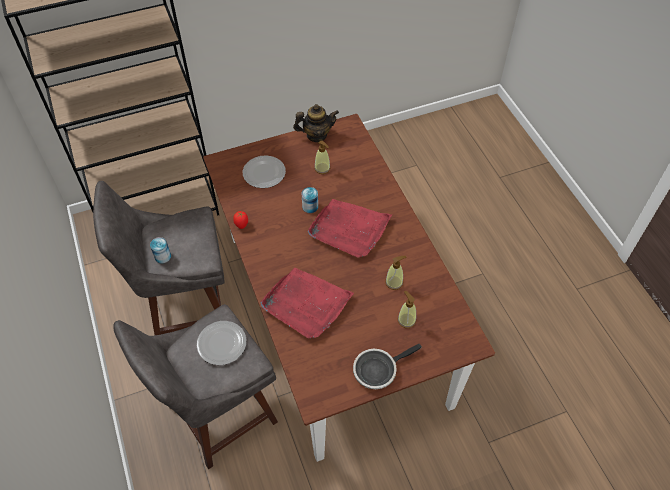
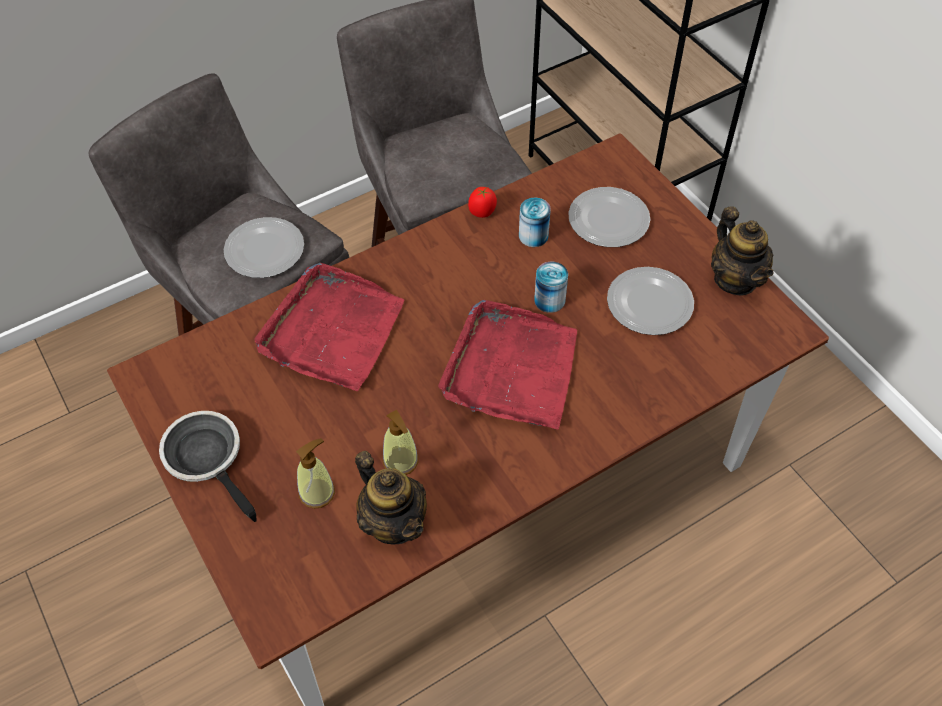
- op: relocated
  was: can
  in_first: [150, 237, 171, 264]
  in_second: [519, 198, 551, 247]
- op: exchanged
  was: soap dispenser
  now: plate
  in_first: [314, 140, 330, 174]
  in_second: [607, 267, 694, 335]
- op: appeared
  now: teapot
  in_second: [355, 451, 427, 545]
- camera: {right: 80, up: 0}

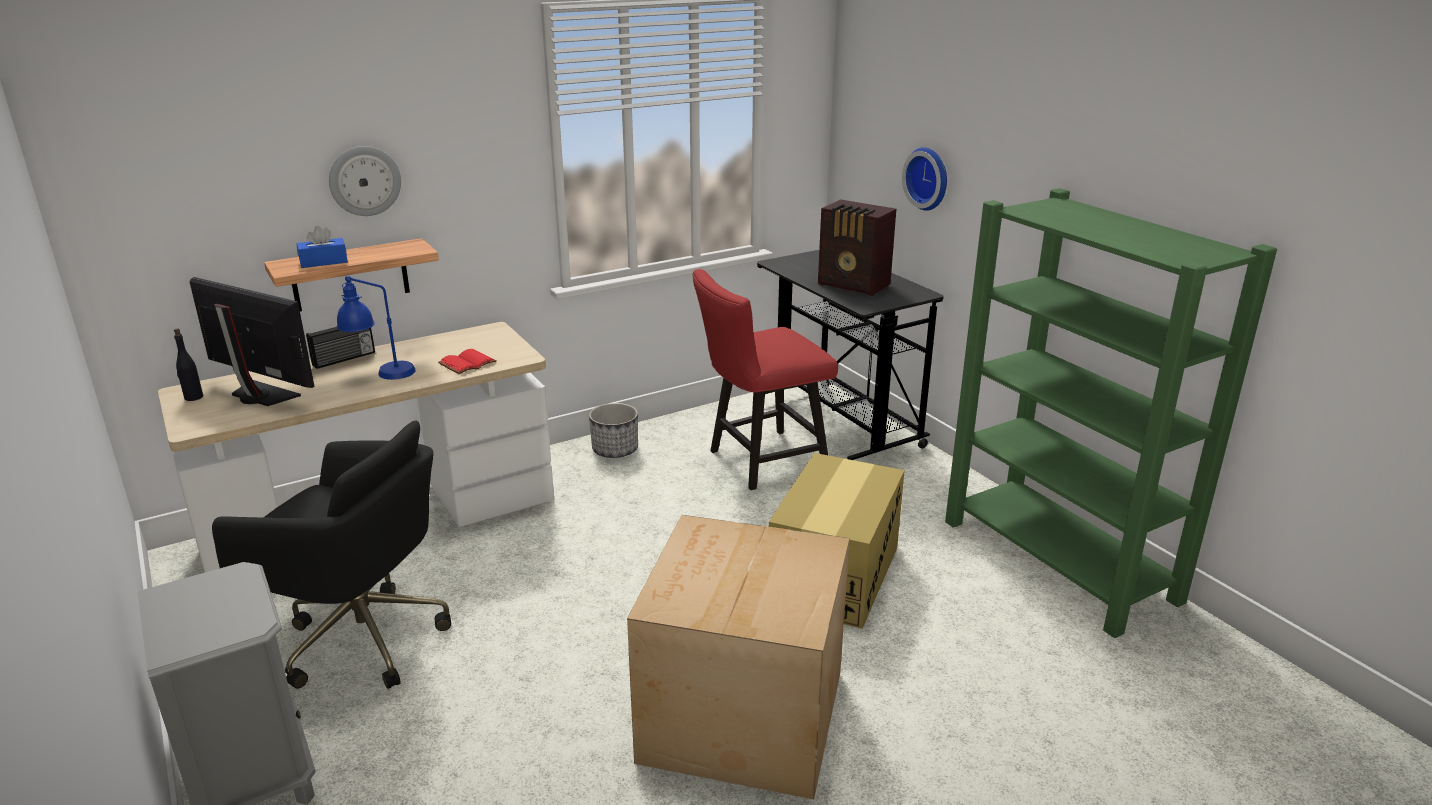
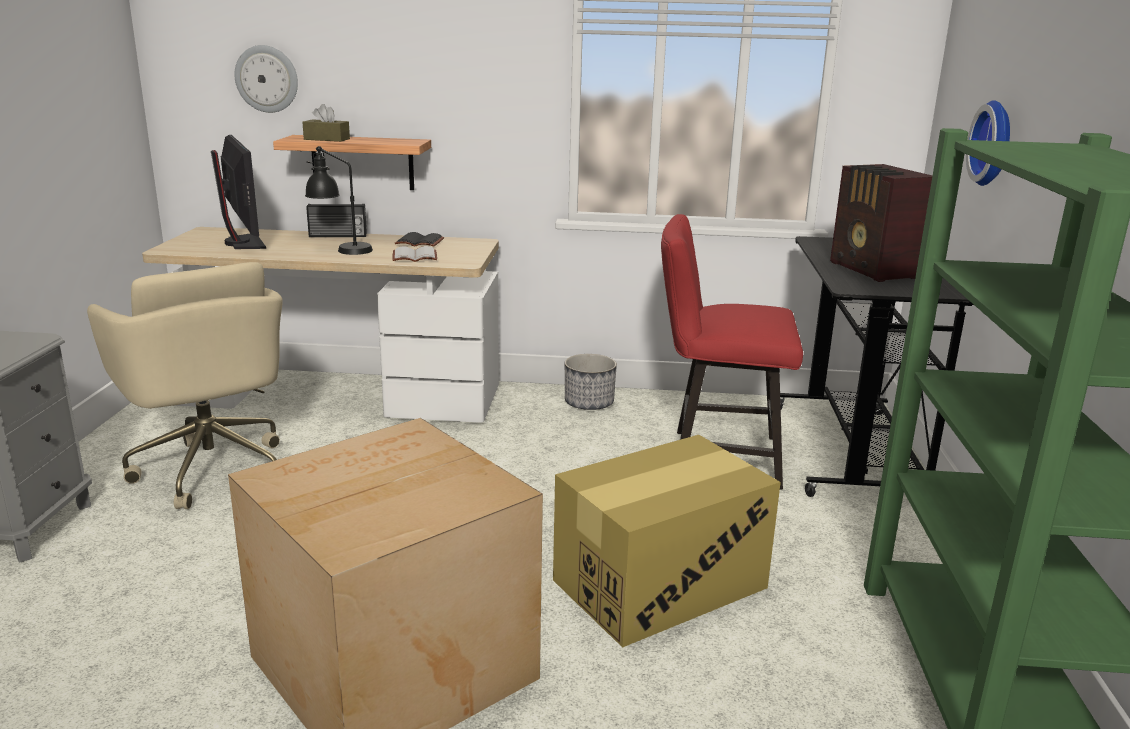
- op: missing
  was: black bottle
  in_first: [174, 328, 203, 401]
- op: colour
  was: black office chair
  now: beige office chair
  in_first: [212, 421, 451, 689]
  in_second: [87, 262, 283, 509]
- op: colour
  was: blue tissue box
  now: brown tissue box
  in_first: [297, 226, 348, 268]
  in_second: [302, 104, 350, 142]
- op: relocated
  was: wall clock
  in_first: [329, 146, 401, 216]
  in_second: [234, 45, 298, 113]
- op: colour
  was: blue table lamp
  now: black table lamp
  in_first: [337, 276, 416, 380]
  in_second: [305, 146, 373, 255]
- op: colour
  was: red book
  now: white book
  in_first: [438, 349, 497, 374]
  in_second: [393, 246, 437, 262]
- op: appeared
  now: black book
  in_second: [395, 232, 444, 247]
- camera: {right: 35, up: -5}

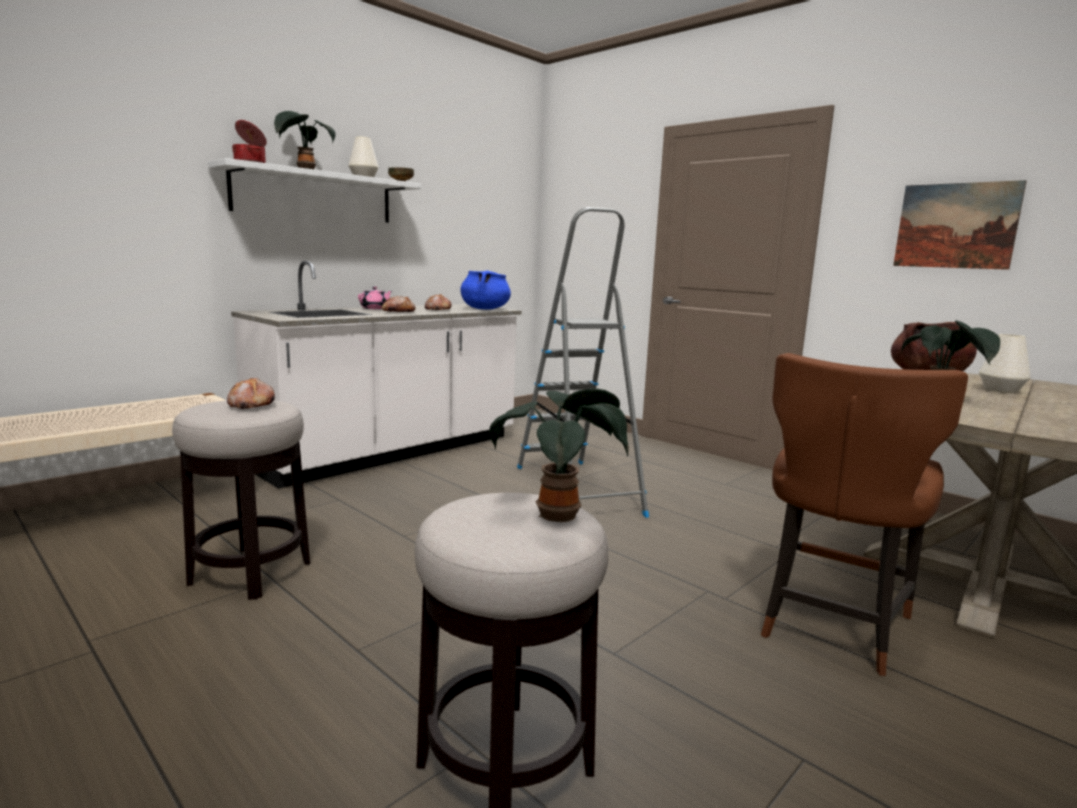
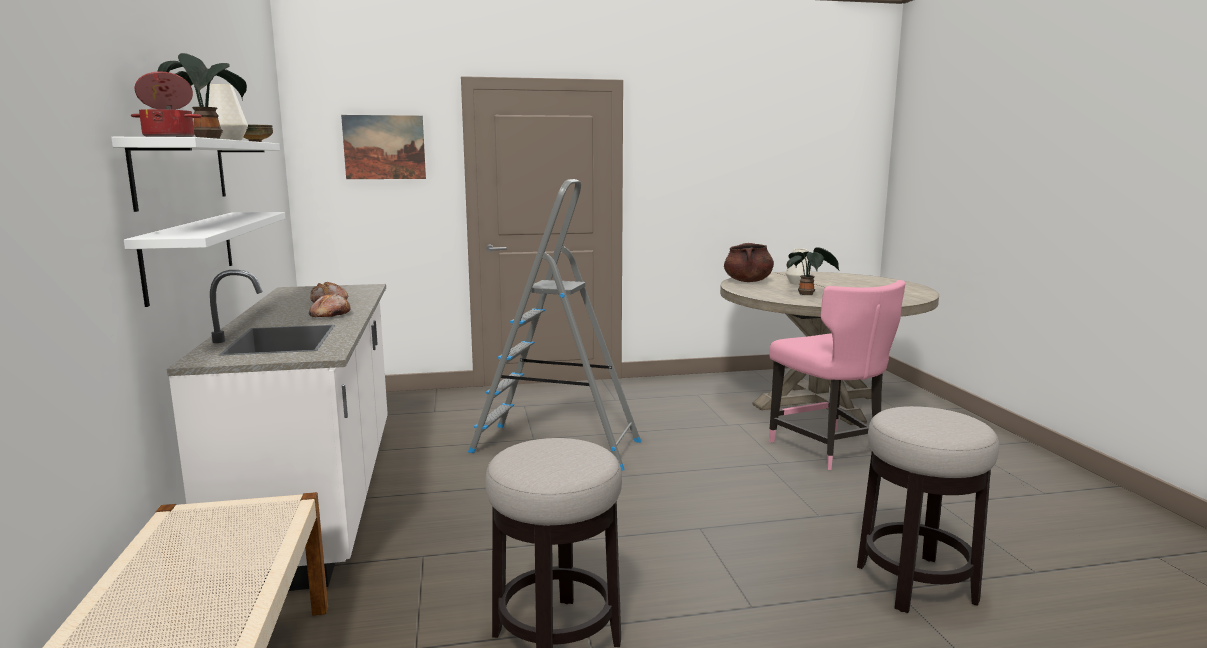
- op: missing
  was: bread
  in_first: [227, 378, 275, 409]
- op: missing
  was: pink teapot
  in_first: [358, 286, 392, 309]
- op: missing
  was: blue cooking pot
  in_first: [460, 270, 511, 310]
- op: missing
  was: potted plant
  in_first: [489, 389, 629, 522]
- op: colour
  was: brown chair
  now: pink chair
  in_first: [761, 353, 968, 676]
  in_second: [769, 280, 905, 470]
- op: relocated
  was: picture
  in_first: [893, 180, 1027, 270]
  in_second: [341, 115, 426, 179]
- op: appeared
  now: white shelf
  in_second: [124, 212, 286, 307]
- camera: {right: -55, up: 0}

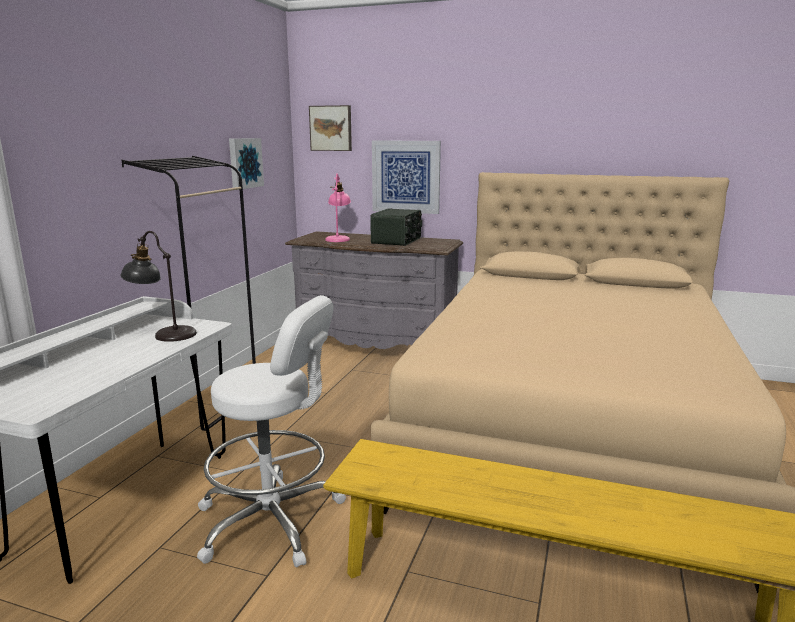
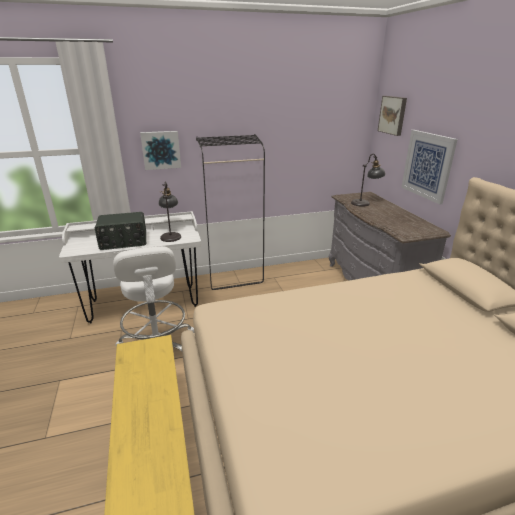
- op: relocated
  was: picture
  in_first: [229, 138, 264, 190]
  in_second: [140, 131, 181, 170]
- op: colour
  was: pink table lamp
  now: grey table lamp
  in_first: [325, 173, 351, 242]
  in_second: [351, 154, 385, 207]
- op: relocated
  was: radio
  in_first: [370, 208, 422, 246]
  in_second: [95, 212, 146, 250]
- camera: {right: 55, up: 10}

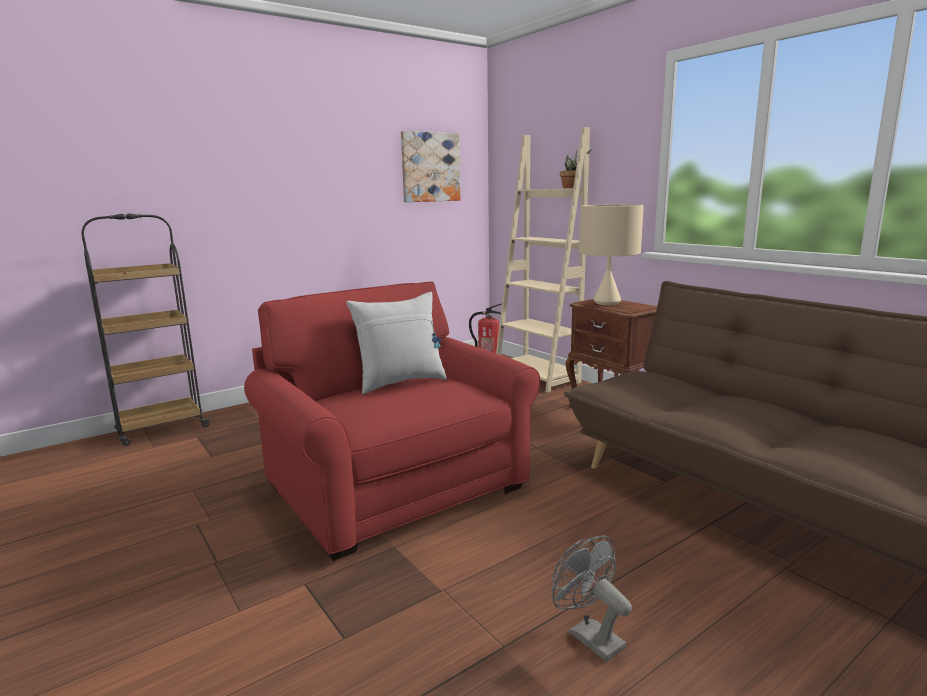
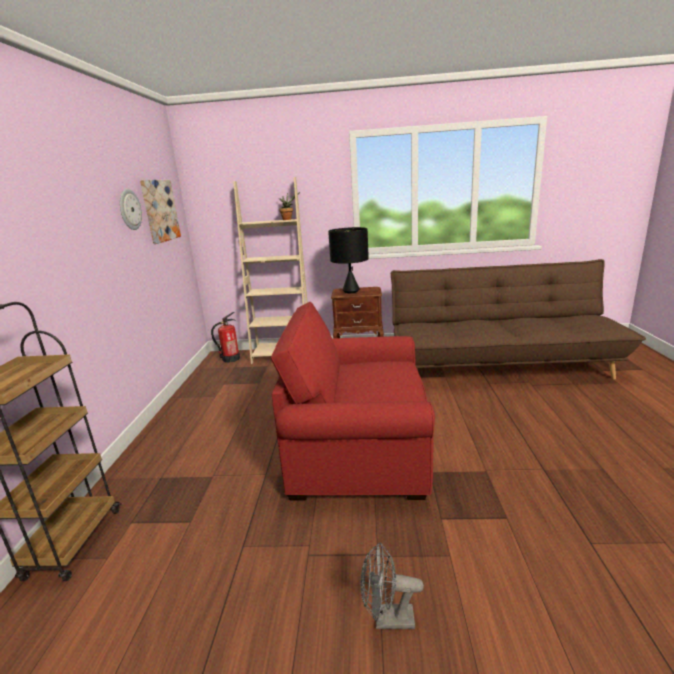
- op: missing
  was: grey pillow
  in_first: [346, 292, 447, 394]
- op: relocated
  was: grey fan
  in_first: [552, 535, 632, 662]
  in_second: [361, 542, 424, 629]
- op: colour
  was: beige table lamp
  now: black table lamp
  in_first: [579, 204, 644, 305]
  in_second: [328, 227, 369, 293]
- op: appeared
  now: wall clock
  in_second: [120, 189, 142, 230]
- camera: {right: -50, up: 5}

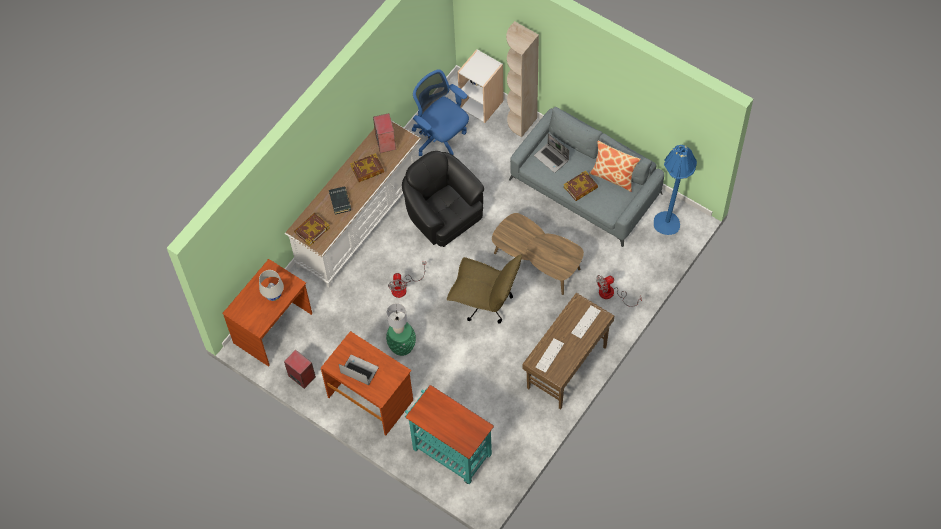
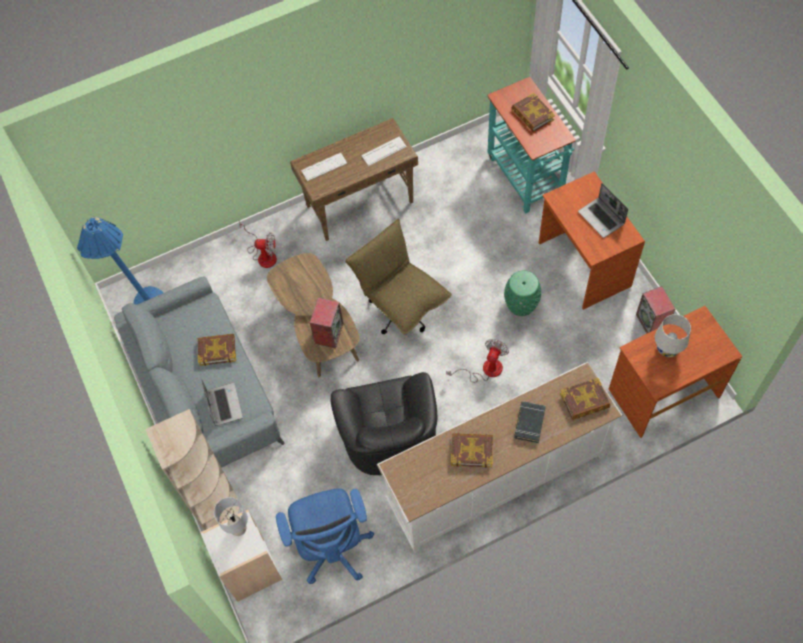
- op: relocated
  was: speaker
  in_first: [373, 113, 396, 153]
  in_second: [310, 298, 343, 348]
- op: relocated
  was: grey table lamp
  in_first: [387, 303, 407, 334]
  in_second: [214, 497, 248, 536]
- op: missing
  was: pillow
  in_first: [589, 141, 641, 192]
- op: appeared
  now: book
  in_second: [512, 93, 555, 132]
- camera: {right: -150, up: 0}

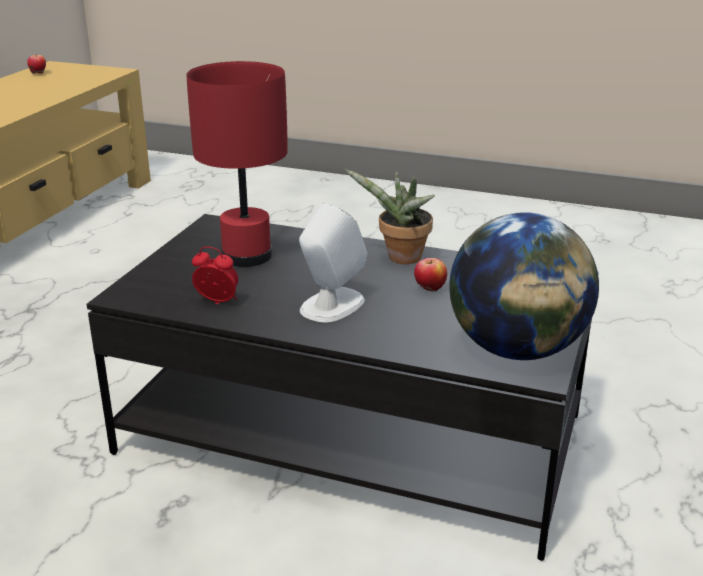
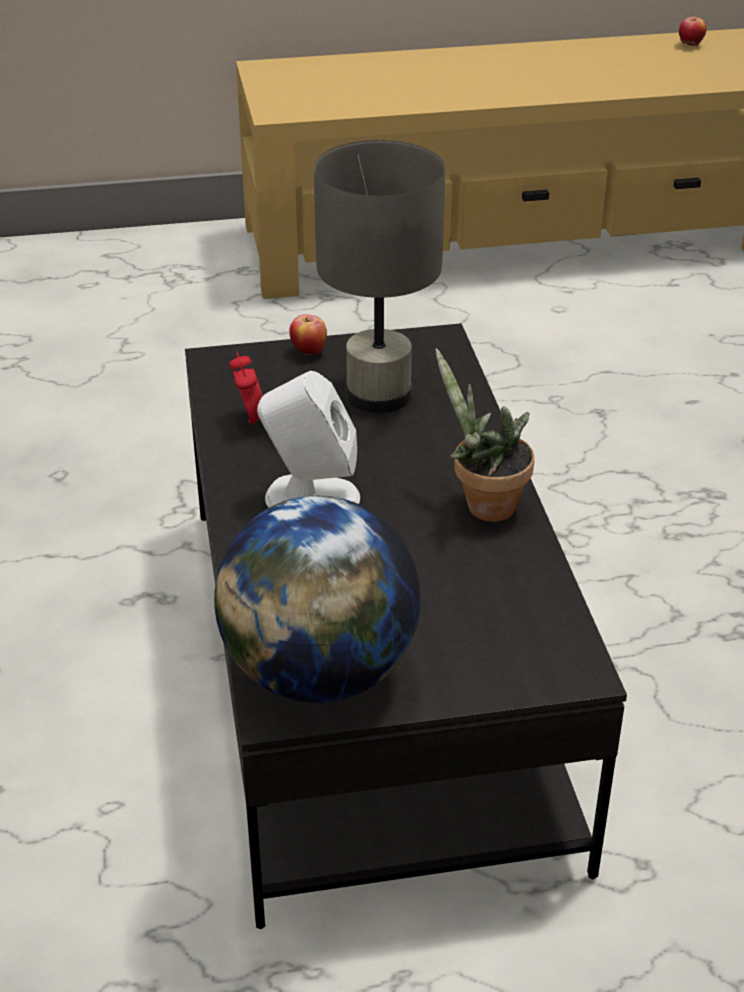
- op: colour
  was: red table lamp
  now: grey table lamp
  in_first: [187, 61, 288, 267]
  in_second: [314, 140, 445, 413]
- op: relocated
  was: apple
  in_first: [414, 258, 447, 291]
  in_second: [289, 314, 327, 356]
- camera: {right: 60, up: 10}

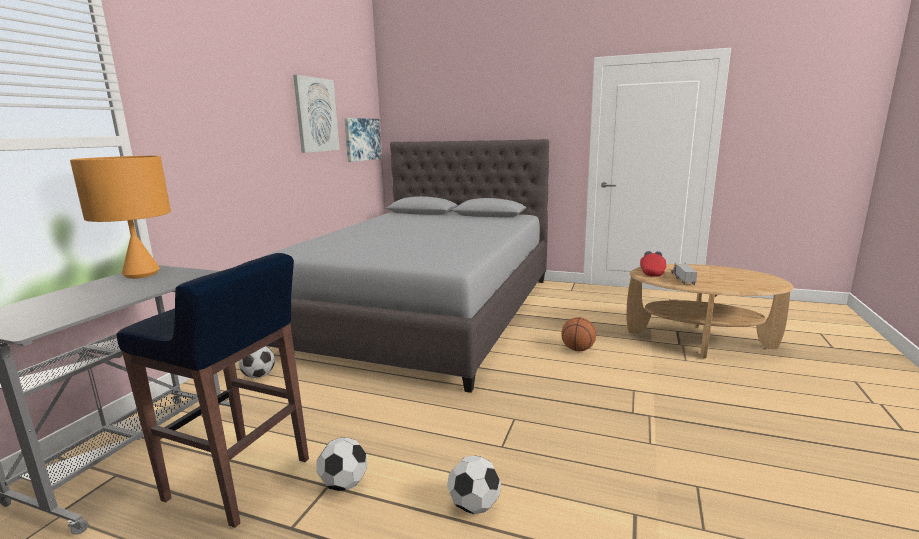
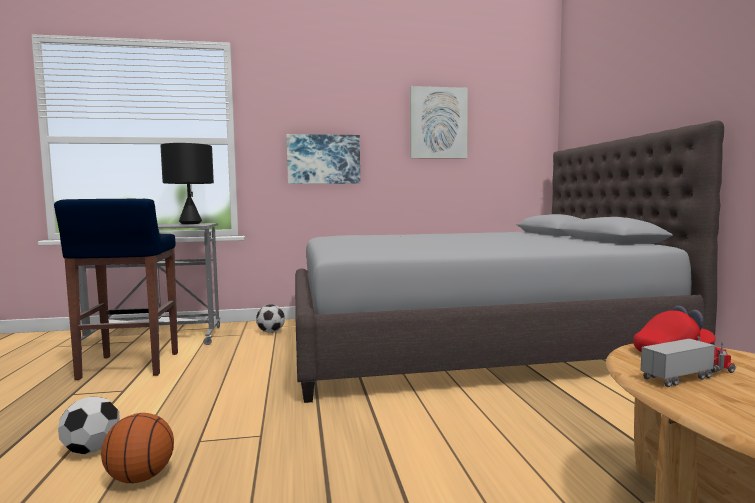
- op: colour
  was: orange table lamp
  now: black table lamp
  in_first: [70, 156, 171, 279]
  in_second: [160, 143, 214, 224]
- op: missing
  was: football
  in_first: [316, 437, 367, 491]
- op: relocated
  was: picture
  in_first: [344, 118, 382, 162]
  in_second: [287, 134, 360, 184]
- op: relocated
  was: basketball
  in_first: [561, 317, 596, 351]
  in_second: [101, 413, 174, 483]
- camera: {right: 60, up: -10}

